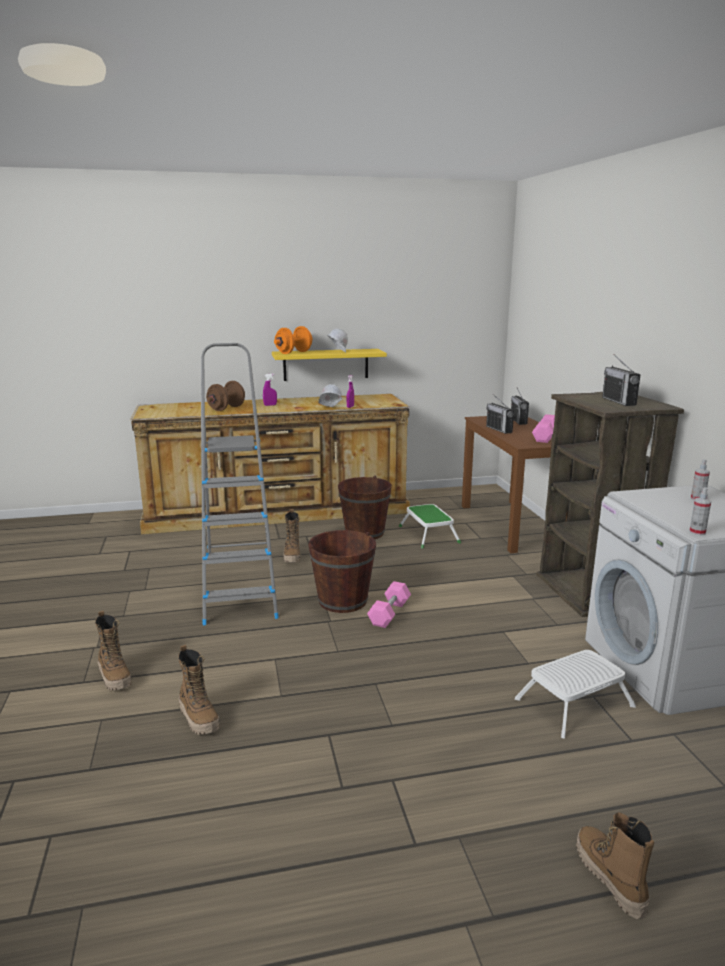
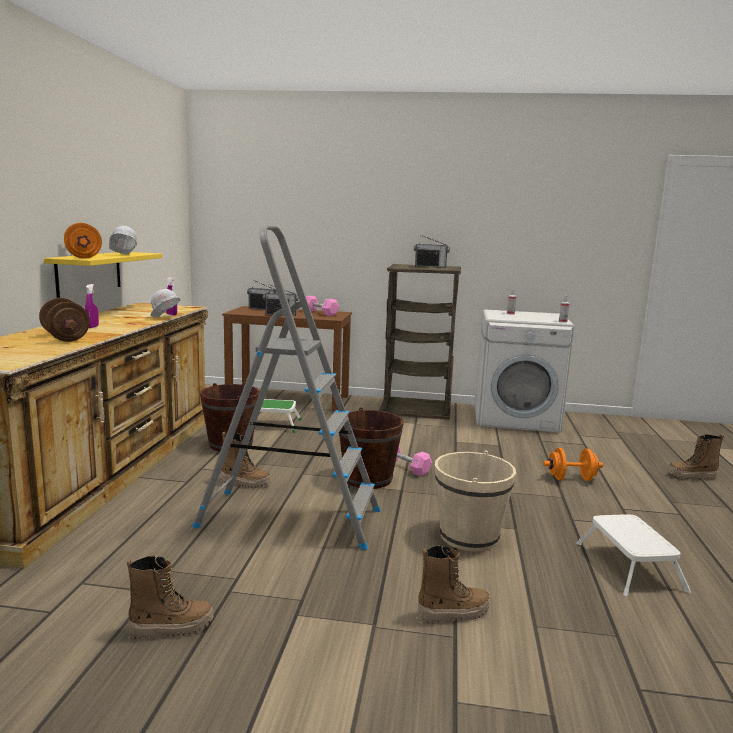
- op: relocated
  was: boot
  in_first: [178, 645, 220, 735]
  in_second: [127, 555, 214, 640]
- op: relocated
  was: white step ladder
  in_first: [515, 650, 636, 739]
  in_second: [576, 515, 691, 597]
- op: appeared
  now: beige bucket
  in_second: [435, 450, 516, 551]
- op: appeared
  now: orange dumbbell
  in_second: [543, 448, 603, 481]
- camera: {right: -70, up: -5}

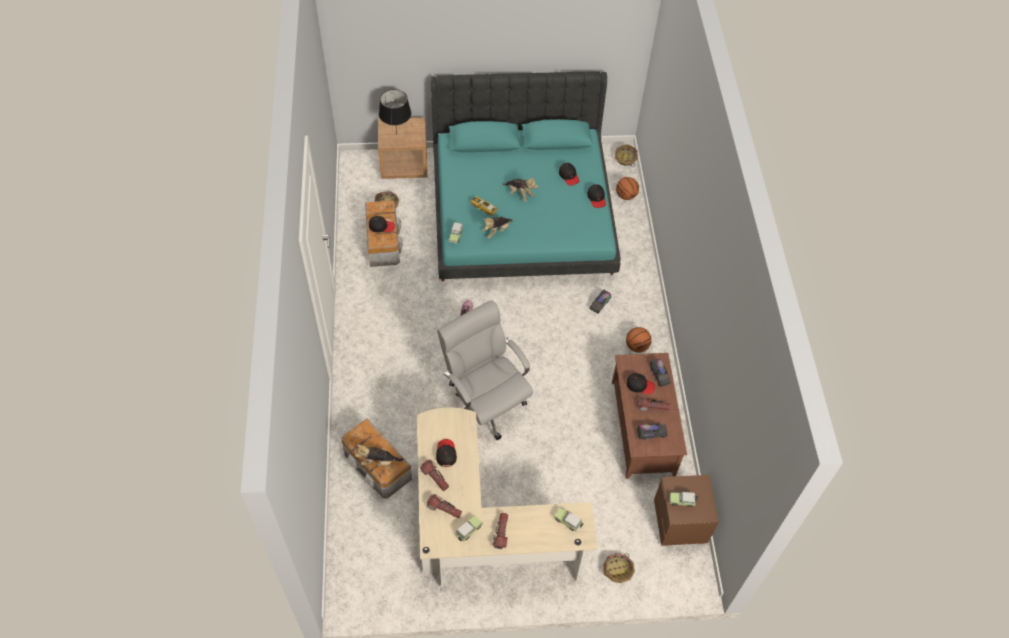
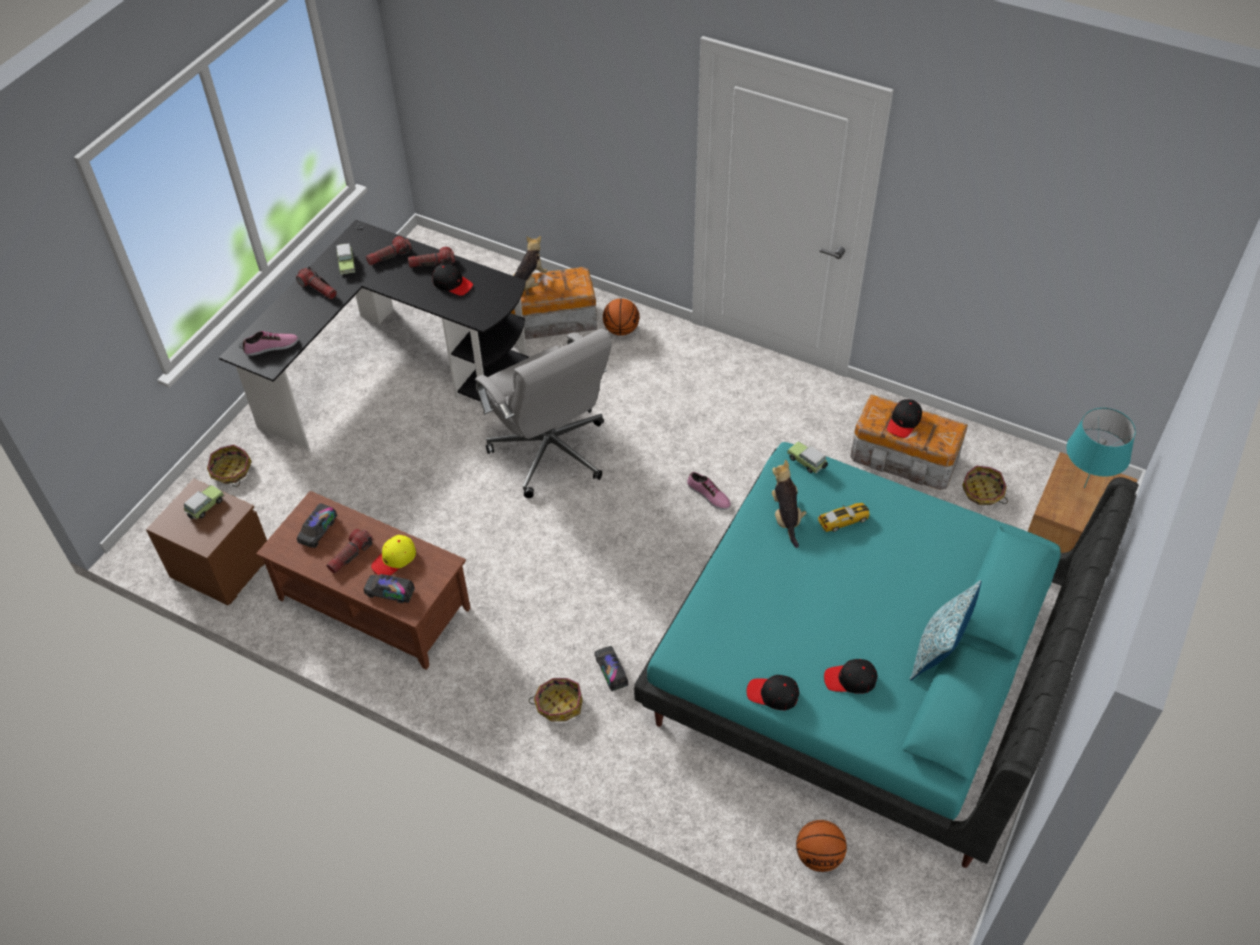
- op: colour
  was: black table lamp
  now: turquoise table lamp
  in_first: [379, 89, 411, 134]
  in_second: [1066, 408, 1136, 488]
- op: colour
  was: beige desk
  now: black desk
  in_first: [417, 407, 597, 590]
  in_second: [219, 220, 529, 450]
- op: spun
  was: grey office chair
  in_first: [438, 300, 533, 440]
  in_second: [475, 328, 612, 498]
  clockwise: 60
- op: missing
  was: plush toy
  in_first: [503, 176, 538, 202]
- op: exchanged
  was: toy car
  now: shoe
  in_first: [554, 508, 583, 531]
  in_second: [243, 331, 298, 356]
- op: relocated
  was: basket
  in_first: [615, 144, 638, 167]
  in_second: [529, 678, 583, 722]
- op: relocated
  was: basketball
  in_first: [626, 327, 652, 353]
  in_second: [603, 298, 639, 335]
- op: colour
  was: black cap
  now: yellow cap
  in_first: [627, 373, 655, 394]
  in_second: [371, 535, 416, 575]
- op: appeared
  now: pillow
  in_second: [910, 580, 982, 681]
- camera: {right: 125, up: -5}

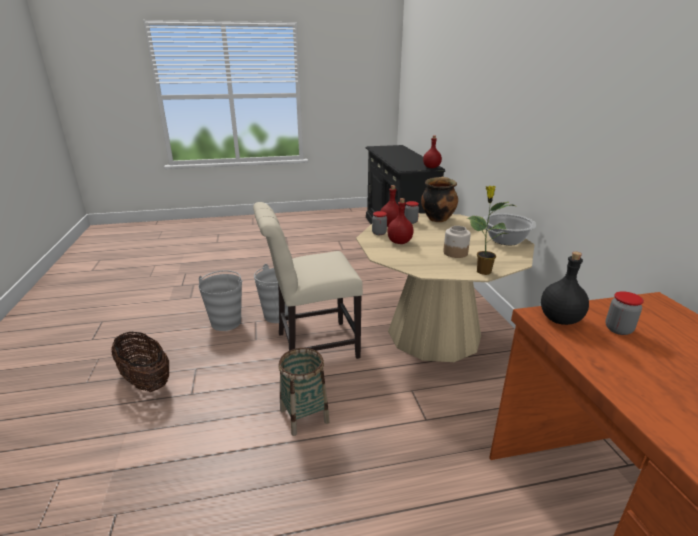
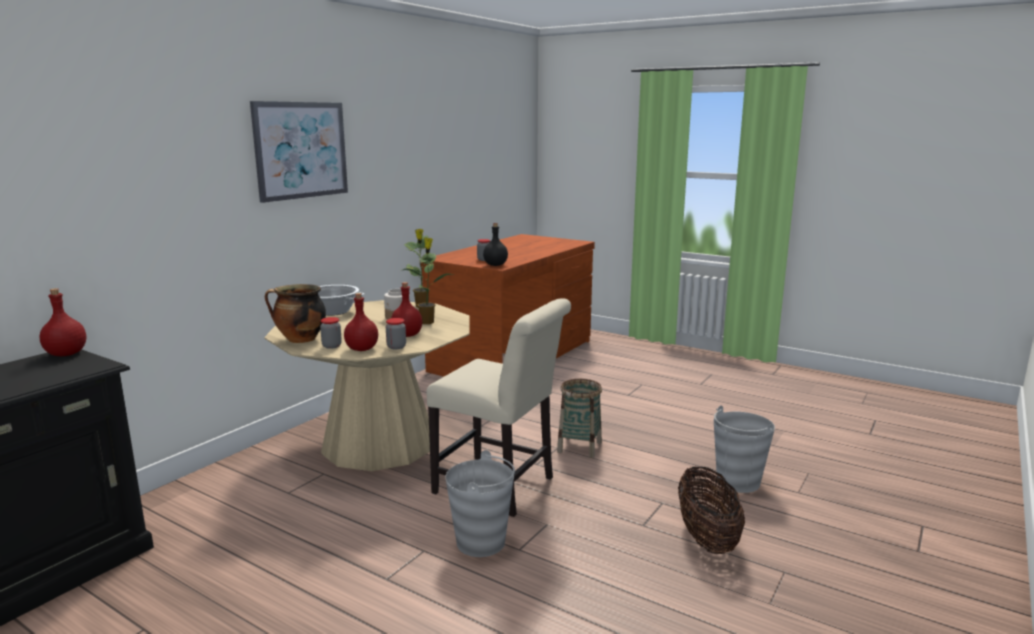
- op: relocated
  was: grey bucket
  in_first: [198, 270, 243, 331]
  in_second: [714, 405, 775, 493]
- op: appeared
  now: picture
  in_second: [250, 101, 348, 203]
- op: appeared
  now: potted plant
  in_second: [403, 238, 455, 324]
- camera: {right: -135, up: -10}

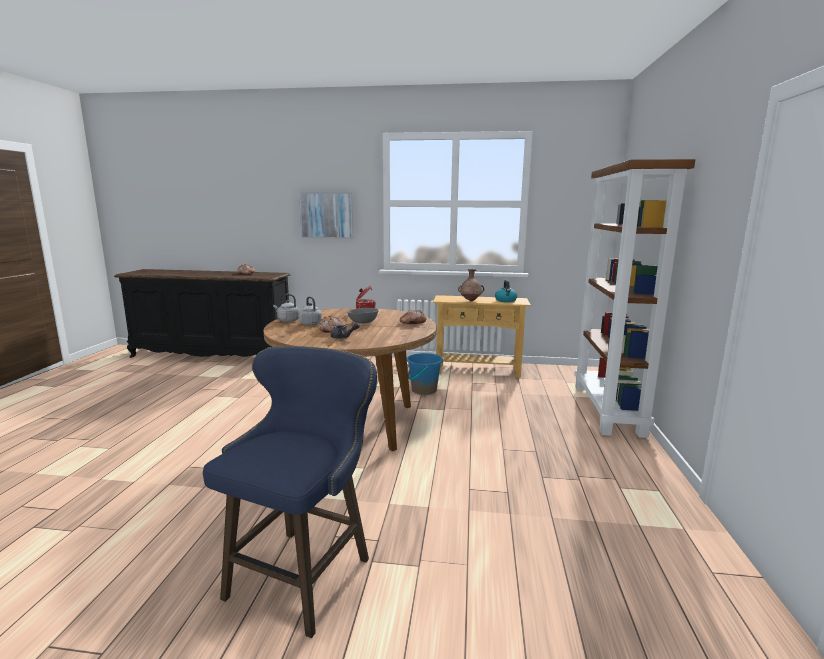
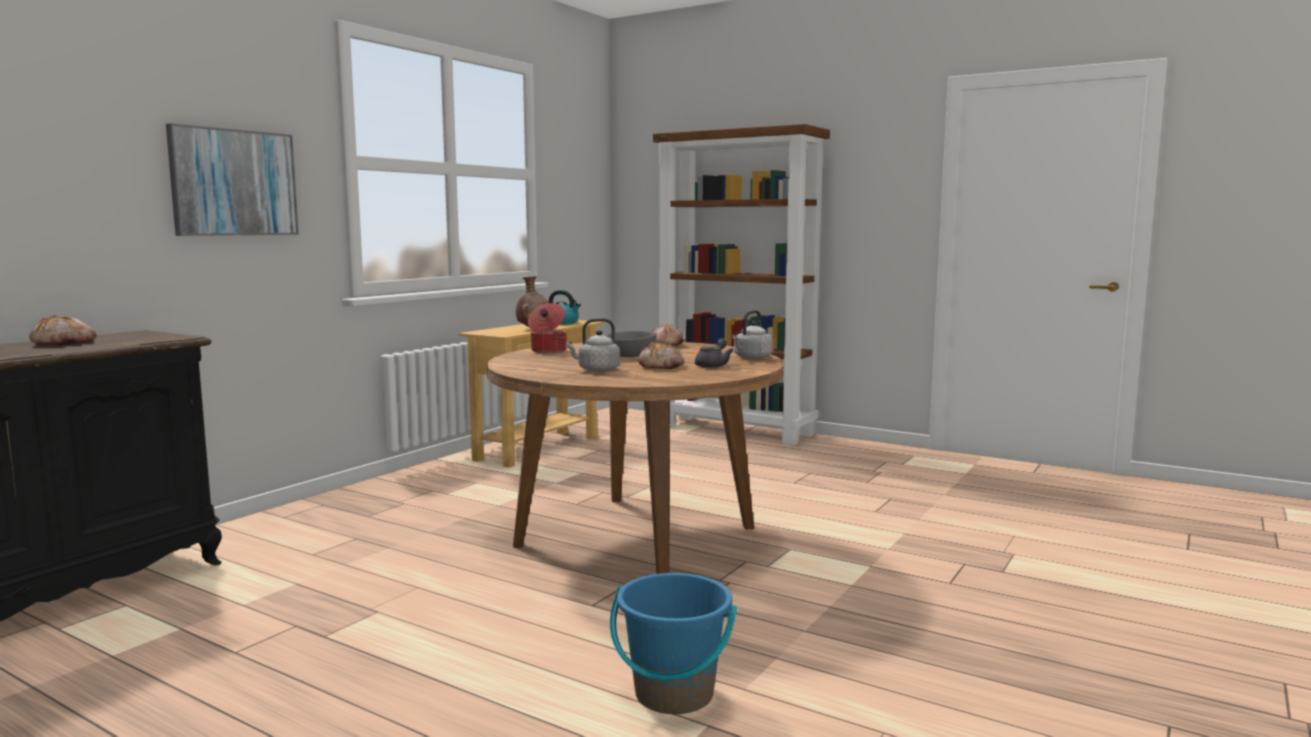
- op: missing
  was: blue stool
  in_first: [203, 346, 377, 638]
- op: relocated
  was: grey kettle
  in_first: [273, 294, 299, 322]
  in_second: [732, 310, 773, 359]
- op: relocated
  was: blue bucket
  in_first: [407, 353, 443, 395]
  in_second: [610, 573, 737, 714]
- camera: {right: -65, up: -5}

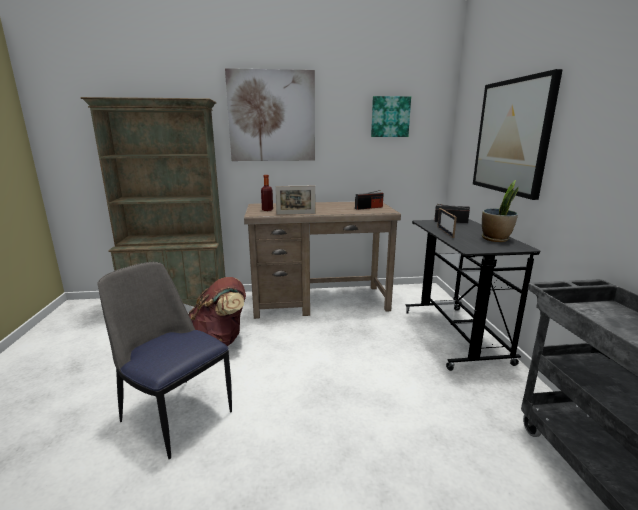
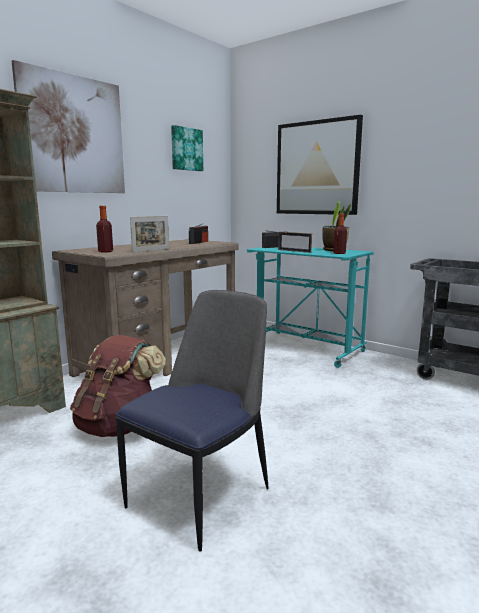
- op: spun
  was: chair
  in_first: [97, 262, 232, 459]
  in_second: [116, 290, 268, 552]
  clockwise: 135
- op: colour
  was: black desk
  now: turquoise desk
  in_first: [405, 219, 540, 371]
  in_second: [247, 247, 374, 368]
- op: appeared
  now: bottle
  in_second: [333, 214, 347, 254]
- camera: {right: -45, up: -5}

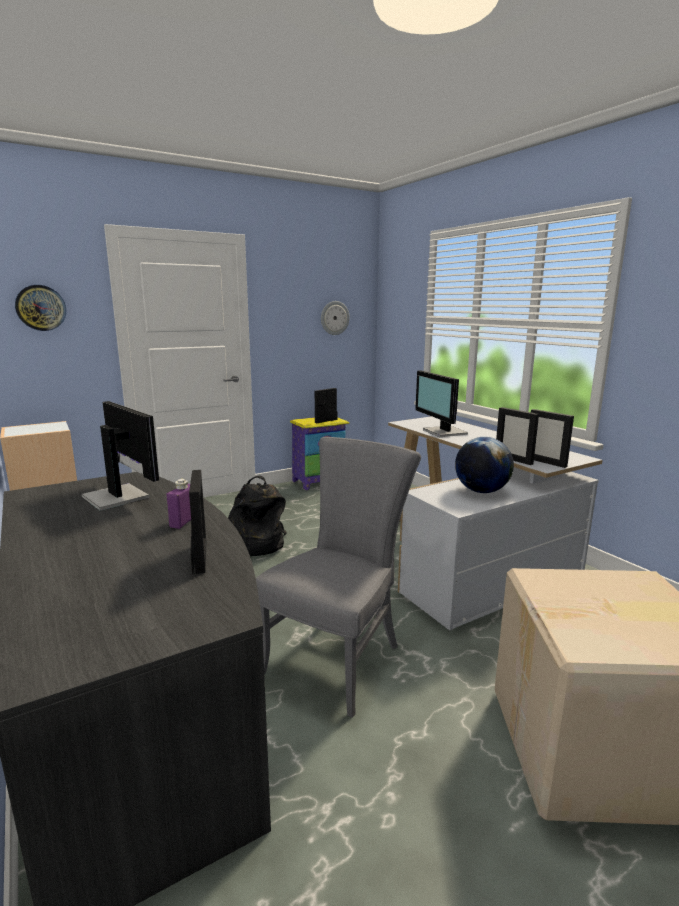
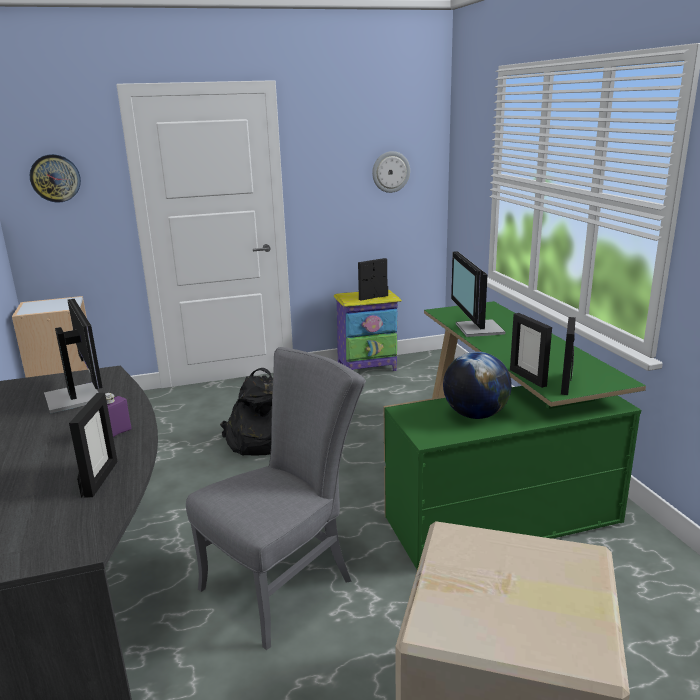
- op: colour
  was: white desk
  now: green desk
  in_first: [388, 416, 603, 630]
  in_second: [383, 301, 646, 569]
- op: spun
  was: picture frame
  in_first: [531, 409, 574, 468]
  in_second: [561, 317, 576, 395]
  clockwise: 45
- camera: {right: 15, up: 5}

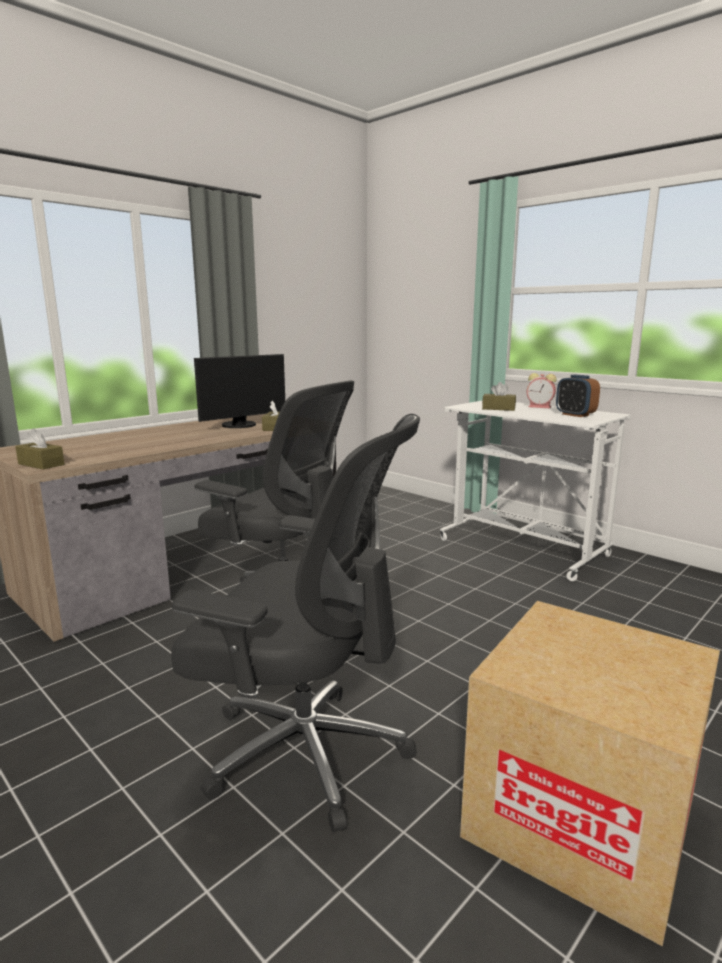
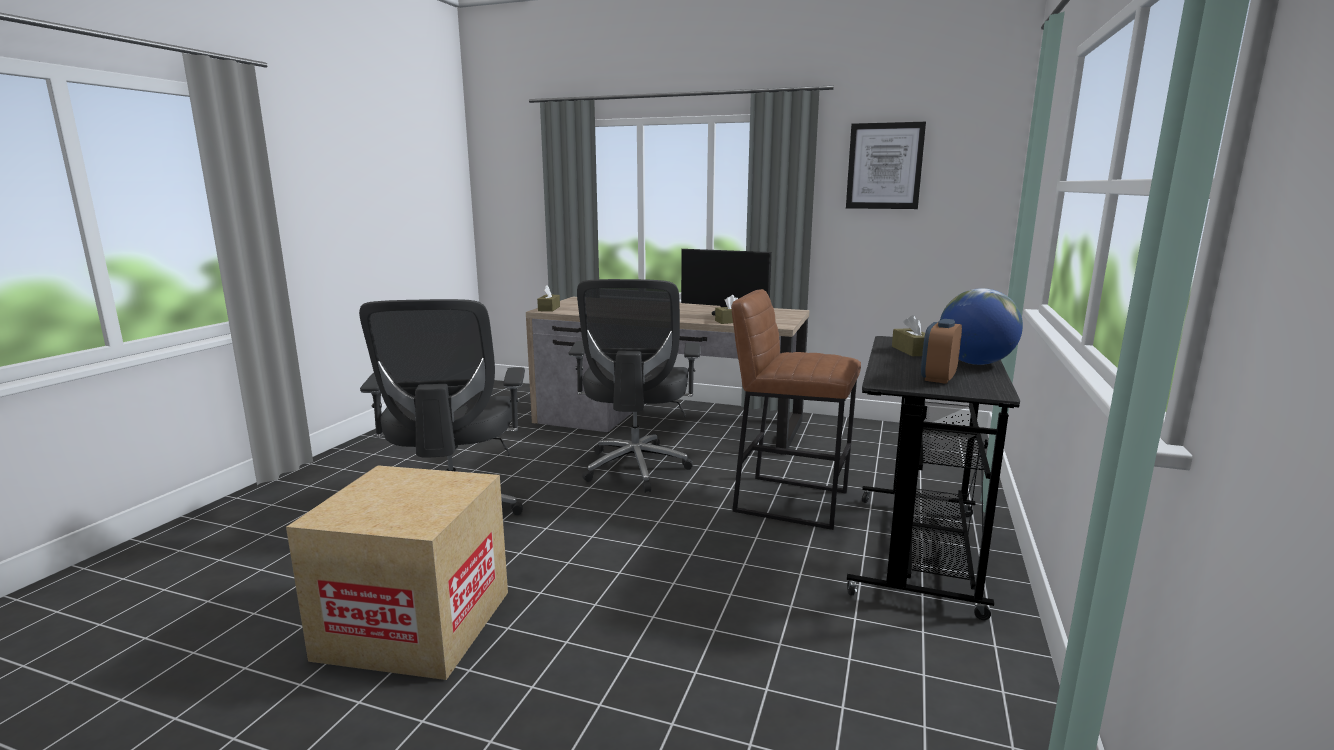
- op: colour
  was: white desk
  now: black desk
  in_first: [440, 400, 631, 581]
  in_second: [847, 336, 1020, 620]
- op: exchanged
  was: alarm clock
  now: globe
  in_first: [527, 373, 557, 408]
  in_second: [940, 288, 1023, 365]
- op: appeared
  now: brown stool
  in_second: [731, 289, 861, 530]
- op: appeared
  now: picture
  in_second: [846, 122, 926, 209]
- camera: {right: 65, up: 0}

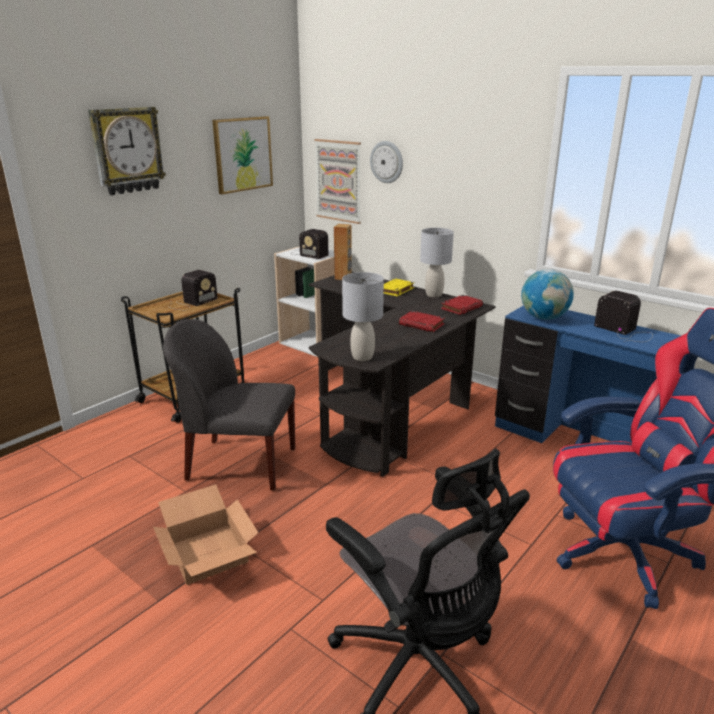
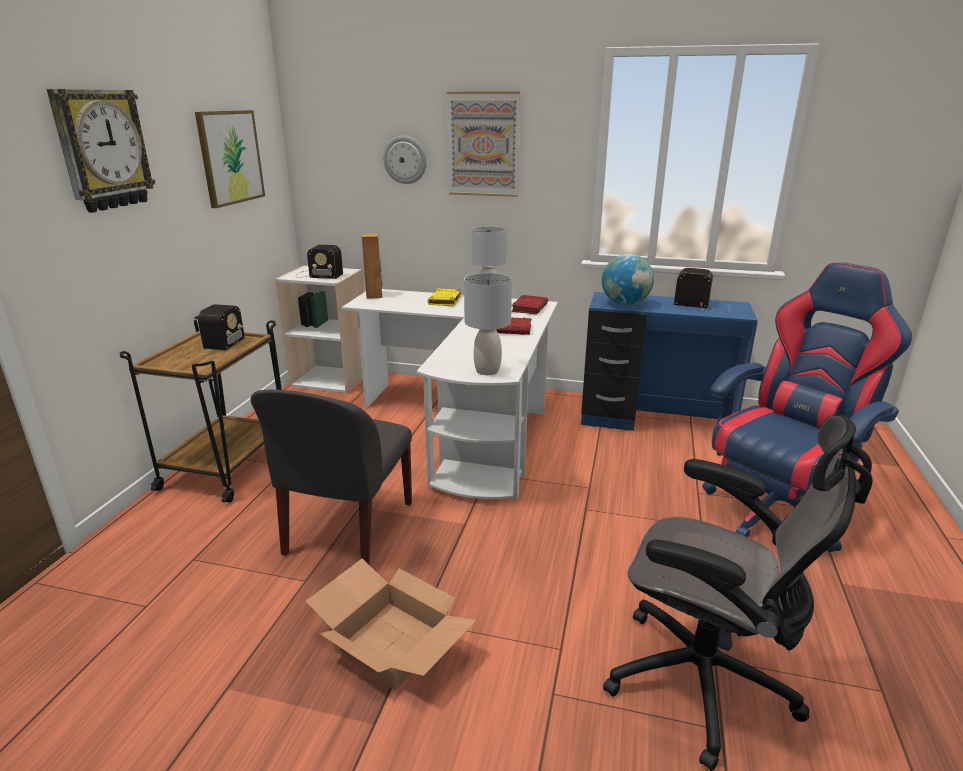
- op: spun
  was: grey chair
  in_first: [163, 319, 295, 491]
  in_second: [251, 390, 412, 564]
  clockwise: -60
- op: colour
  was: black desk
  now: white desk
  in_first: [309, 272, 496, 477]
  in_second: [342, 289, 558, 501]
- op: relocated
  was: picture
  in_first: [314, 139, 361, 224]
  in_second: [447, 91, 520, 197]
- camera: {right: -25, up: 0}

